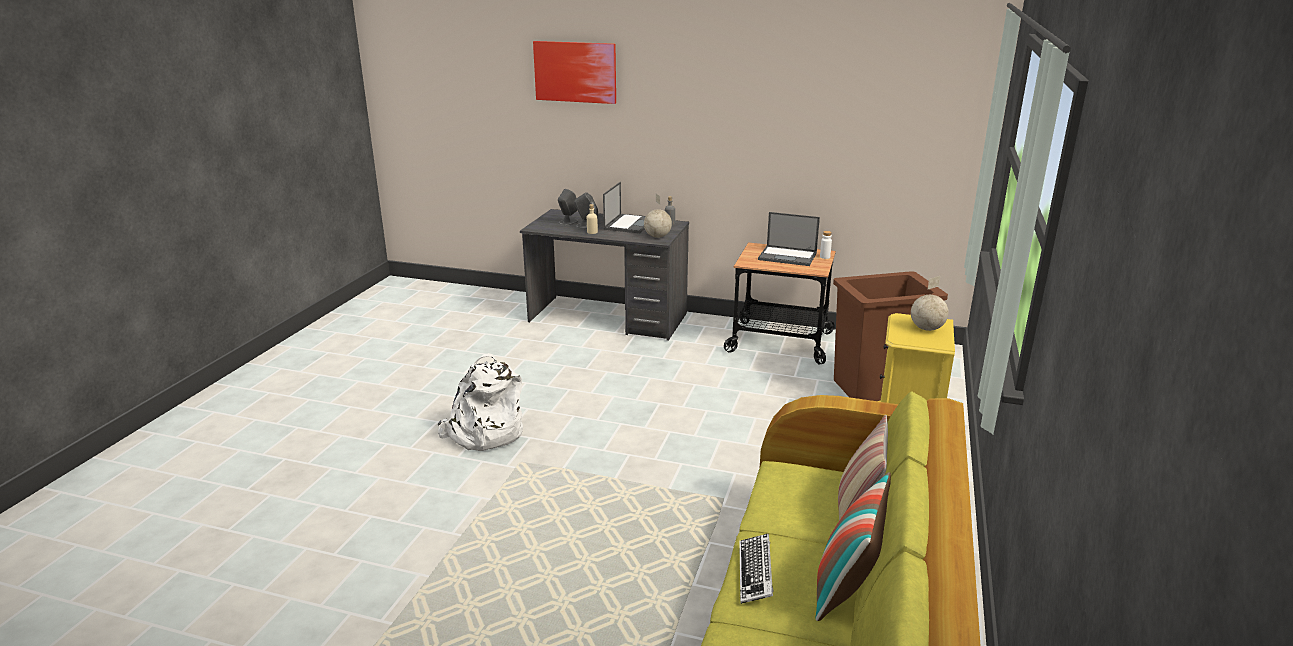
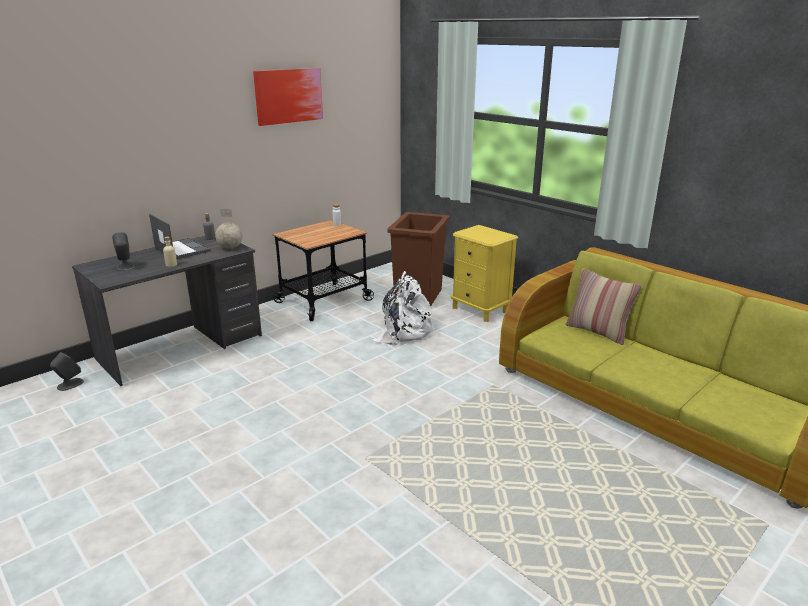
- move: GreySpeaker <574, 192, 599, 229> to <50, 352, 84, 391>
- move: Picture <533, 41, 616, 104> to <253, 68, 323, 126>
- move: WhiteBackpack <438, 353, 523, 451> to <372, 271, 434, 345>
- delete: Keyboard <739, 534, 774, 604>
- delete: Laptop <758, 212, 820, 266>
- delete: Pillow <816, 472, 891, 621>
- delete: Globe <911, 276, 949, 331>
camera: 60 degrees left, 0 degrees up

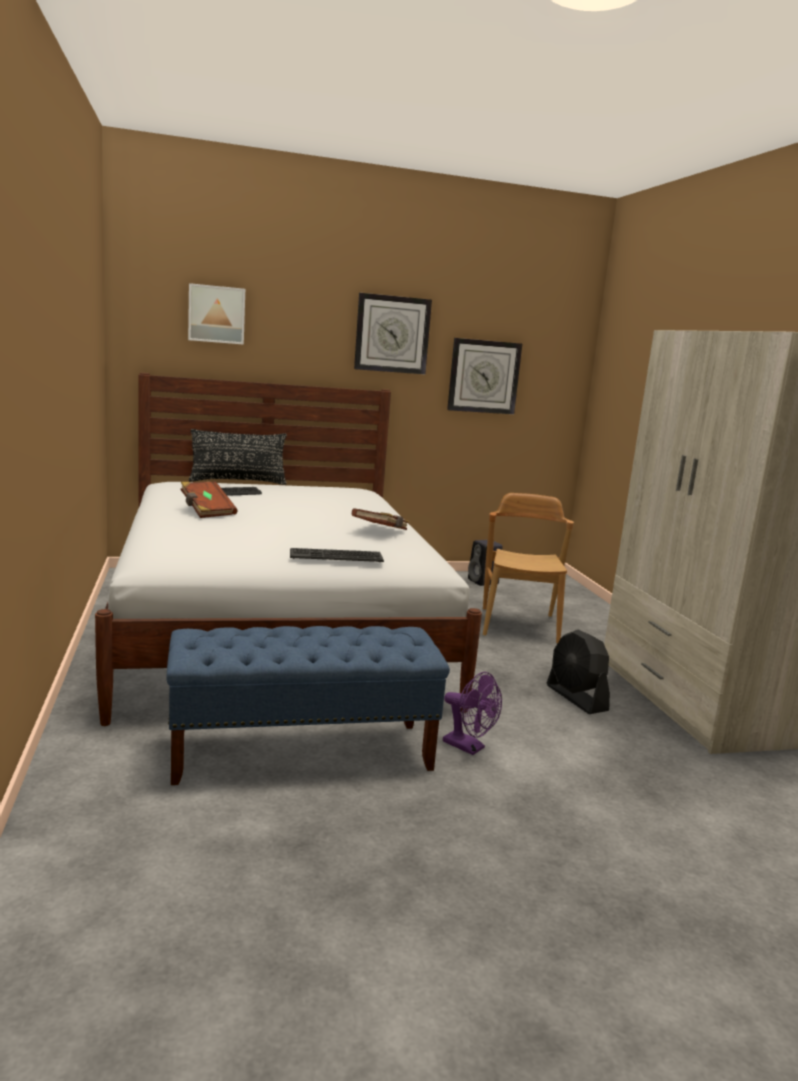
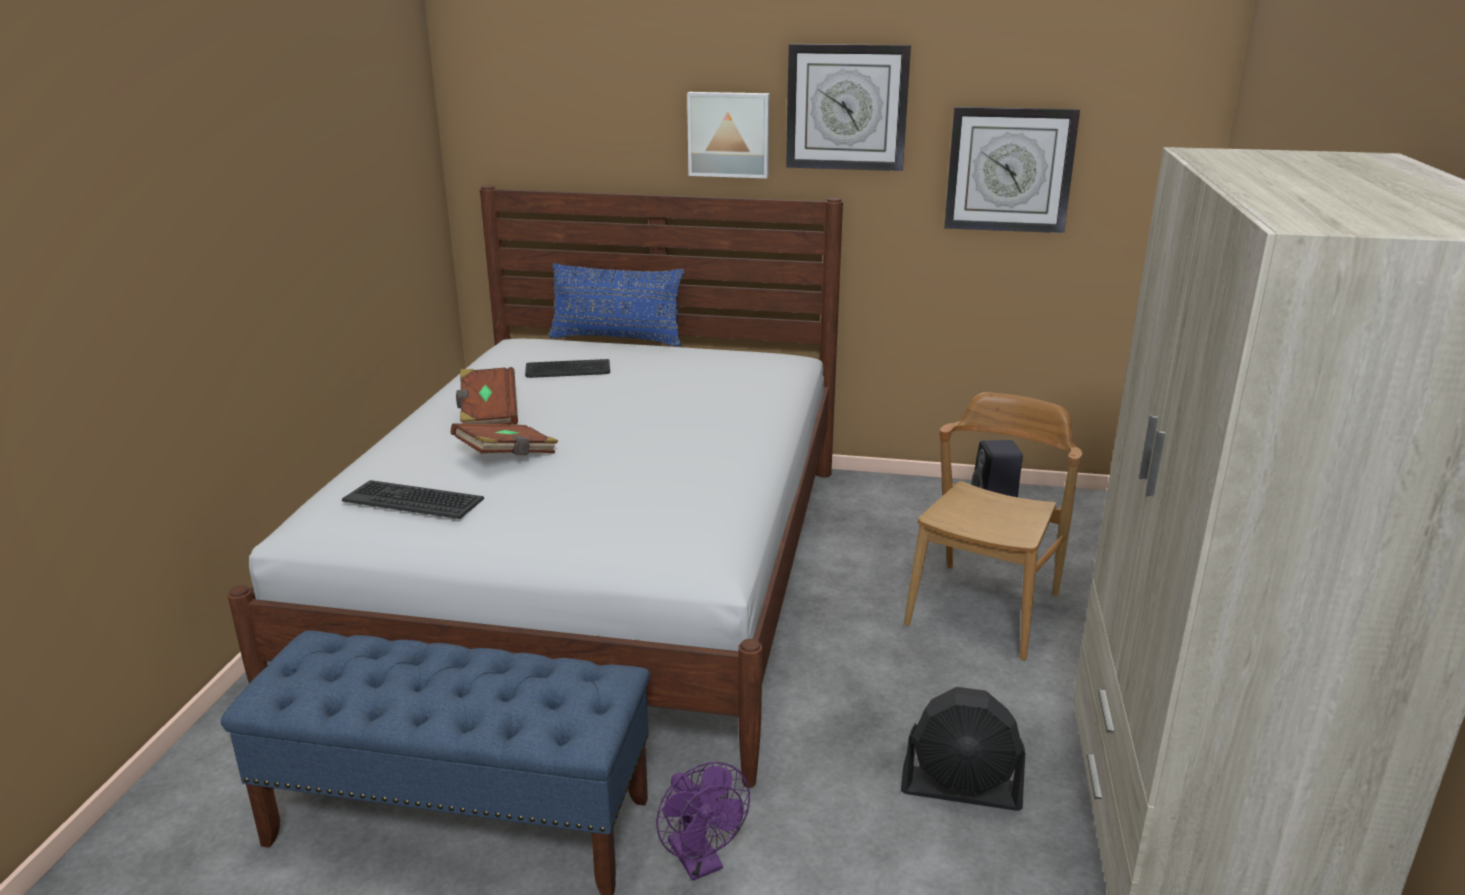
- move: Keyboard <290, 548, 384, 562> to <342, 480, 484, 519>
- move: BrownBook <352, 508, 409, 530> to <451, 423, 558, 455>
- recolor: BlackPillow <189, 429, 287, 485> to BluePillow <548, 263, 684, 346>
- move: Picture <188, 283, 245, 345> to <687, 92, 770, 178>
- rotate: BlackFan <547, 630, 610, 714> = <901, 687, 1026, 811> 75 degrees counterclockwise
camera: 25 degrees right, 10 degrees up

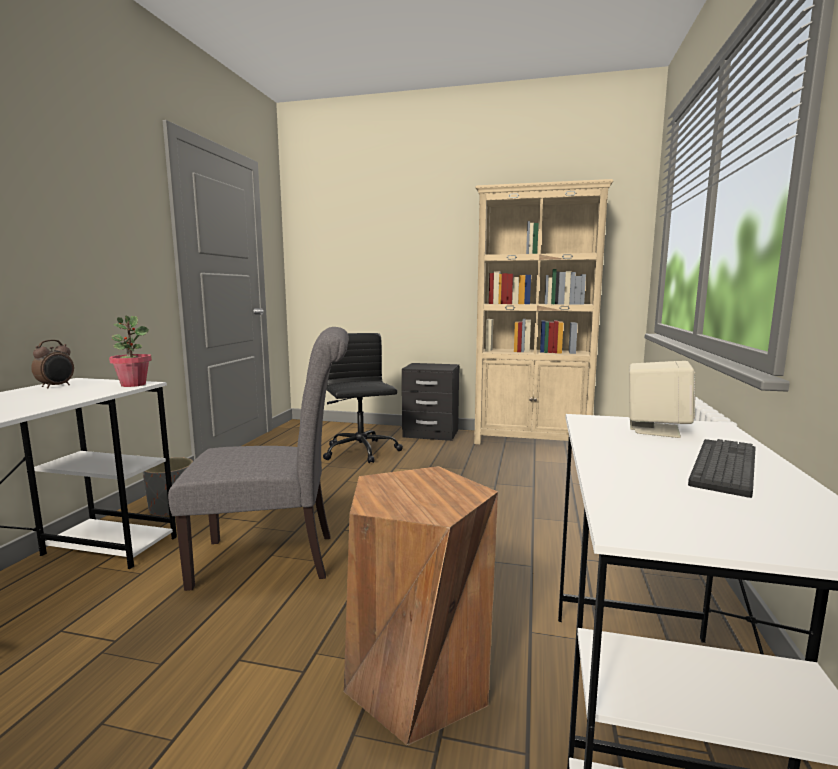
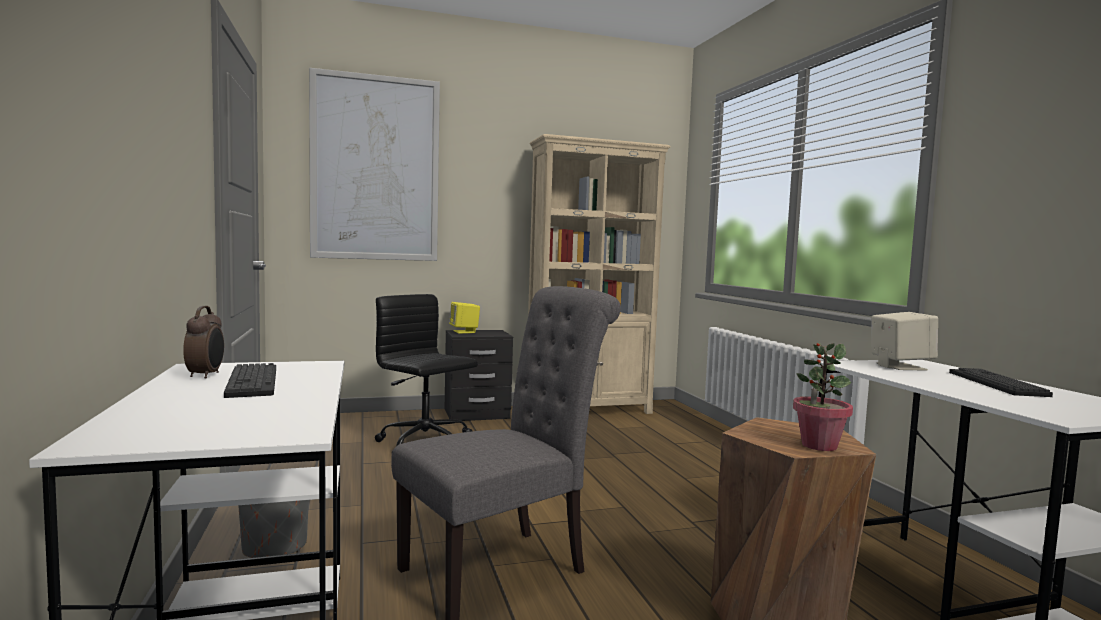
- insert: Keyboard <224, 363, 276, 398>
- insert: Picture <309, 68, 440, 261>
- insert: YellowSpeaker <449, 302, 480, 334>
- move: PottedPlant <109, 316, 152, 387> to <793, 342, 853, 451>
camera: 30 degrees left, 5 degrees down

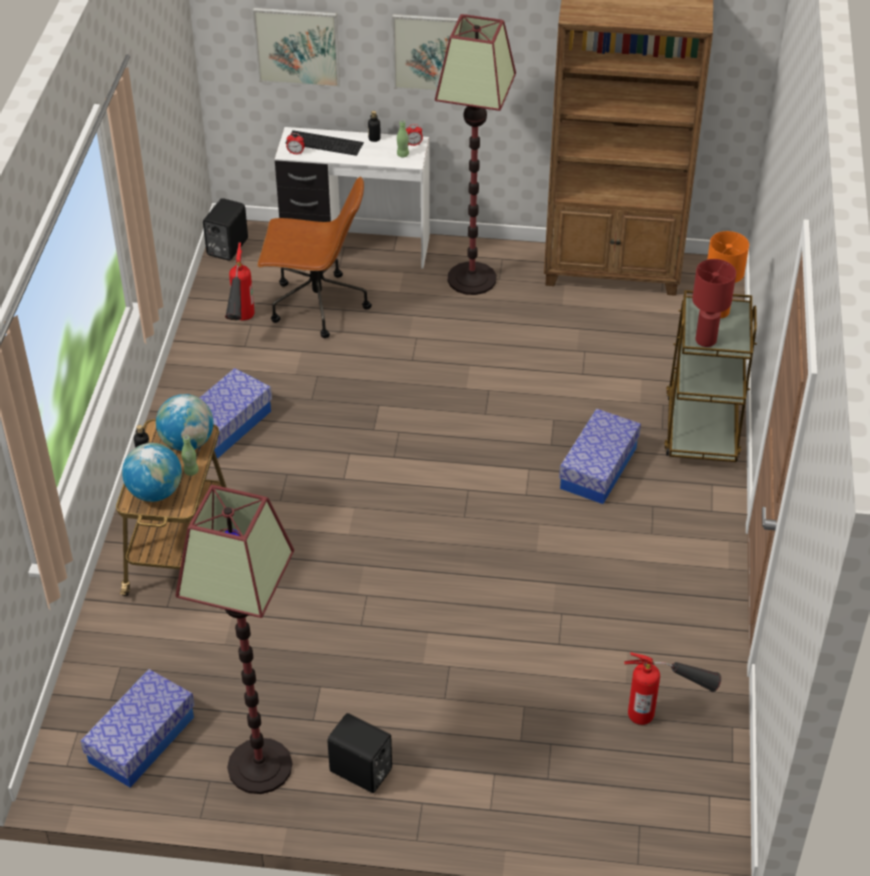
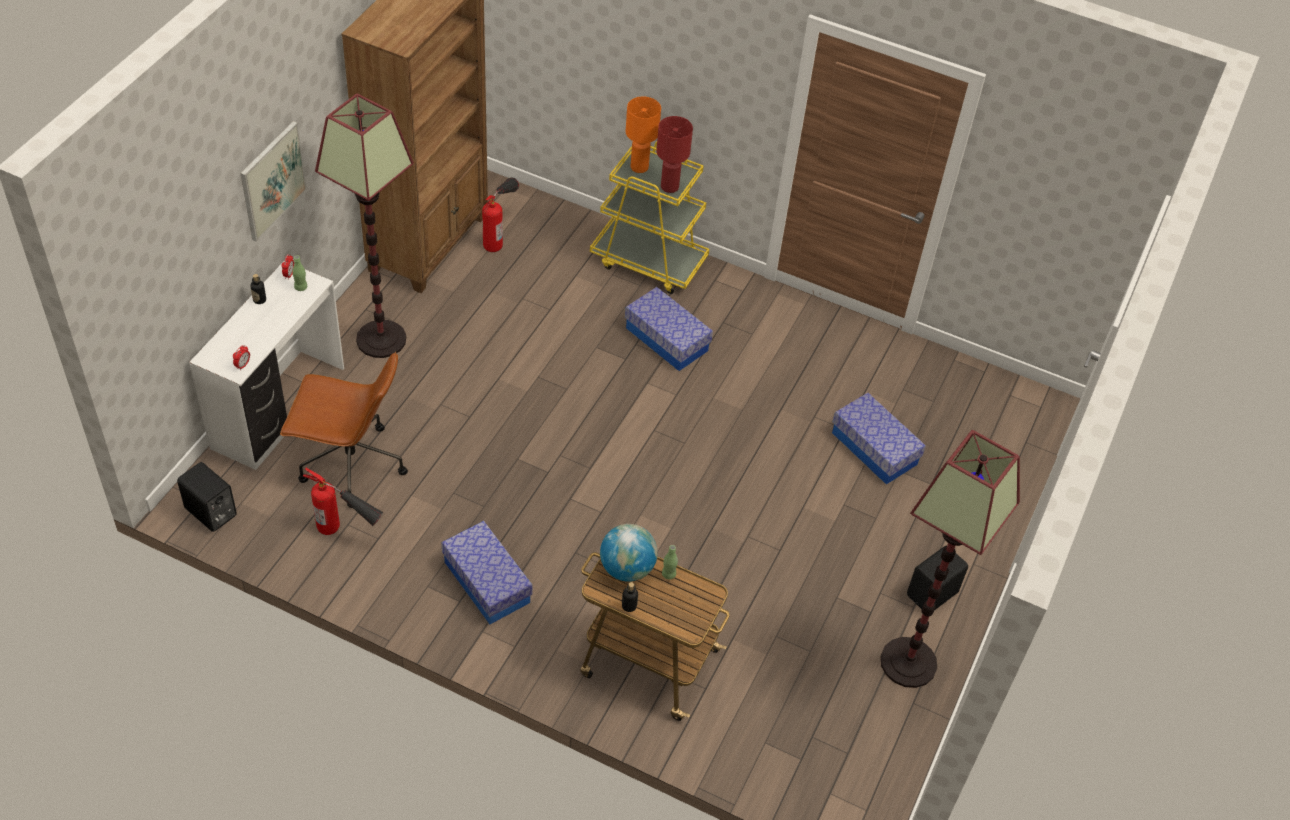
- rotate: BrownOfficeChair <257, 176, 372, 338> = <280, 352, 408, 508> 75 degrees clockwise
- move: FireExtinguisher <624, 652, 721, 725> to <482, 177, 519, 252>
- recolor: BrownCart <664, 290, 757, 462> to YellowCart <590, 142, 709, 294>
- move: StorageBox <80, 669, 195, 788> to <832, 393, 926, 485>
- delete: Globe <122, 443, 182, 502>
- delete: Picture <253, 8, 340, 88>
- delete: Keyboard <285, 130, 364, 156>
camera: 75 degrees left, 5 degrees up

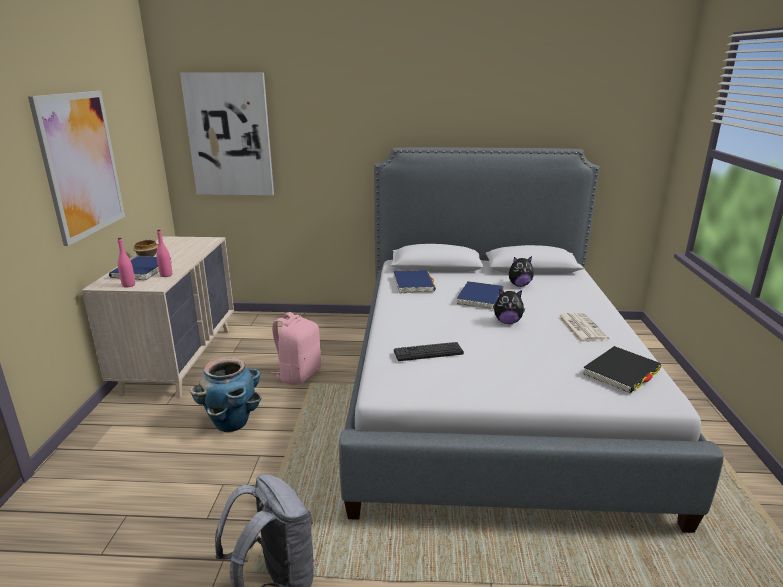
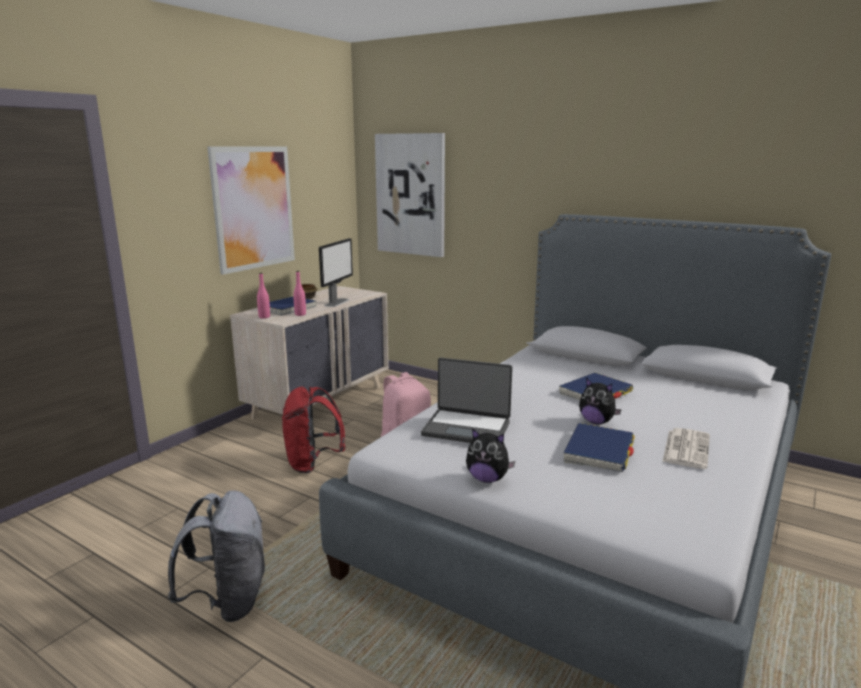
- replace: Planter <190, 357, 262, 432> to RedBackpack <282, 387, 346, 473>
- insert: Monitor <319, 238, 353, 307>
- replace: Keyboard <394, 342, 464, 361> to Laptop <421, 358, 512, 443>
- move: PlushToy <509, 256, 534, 287> to <466, 428, 515, 483>
- move: BlueBook <394, 270, 436, 294> to <563, 423, 635, 472>
- delete: BlackBook <583, 346, 661, 393>
camera: 30 degrees right, 5 degrees down

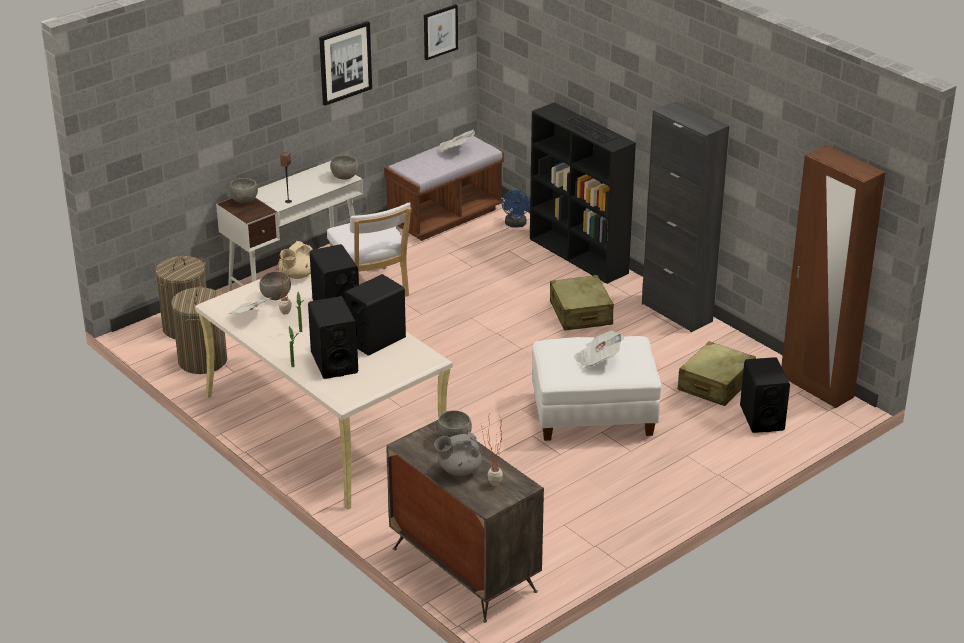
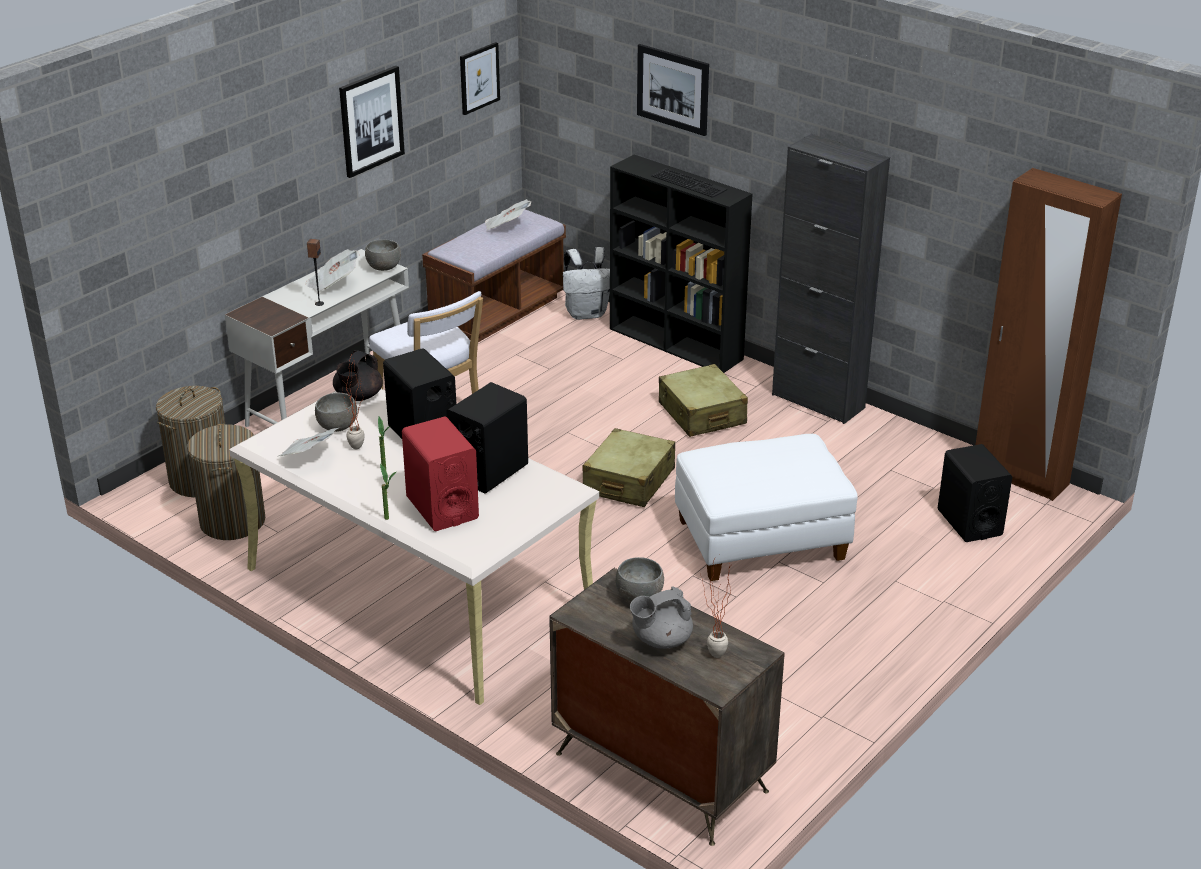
- move: Newspaper <574, 331, 624, 368> to <305, 249, 360, 292>
- recolor: BeigeTeapot <278, 241, 313, 279> to BlackTeapot <333, 350, 383, 401>
- recolor: BlackSpeaker <308, 296, 358, 379> to RedSpeaker <402, 416, 479, 531>
- replace: BlueFan <501, 190, 530, 227> to WhiteBackpack <563, 247, 610, 320>
- move: BeigeSuitcase <678, 341, 756, 406> to <582, 428, 675, 507>
- insert: Picture <637, 44, 709, 136>
- delete: GreyBowl <229, 178, 258, 203>
camera: 10 degrees left, 0 degrees up

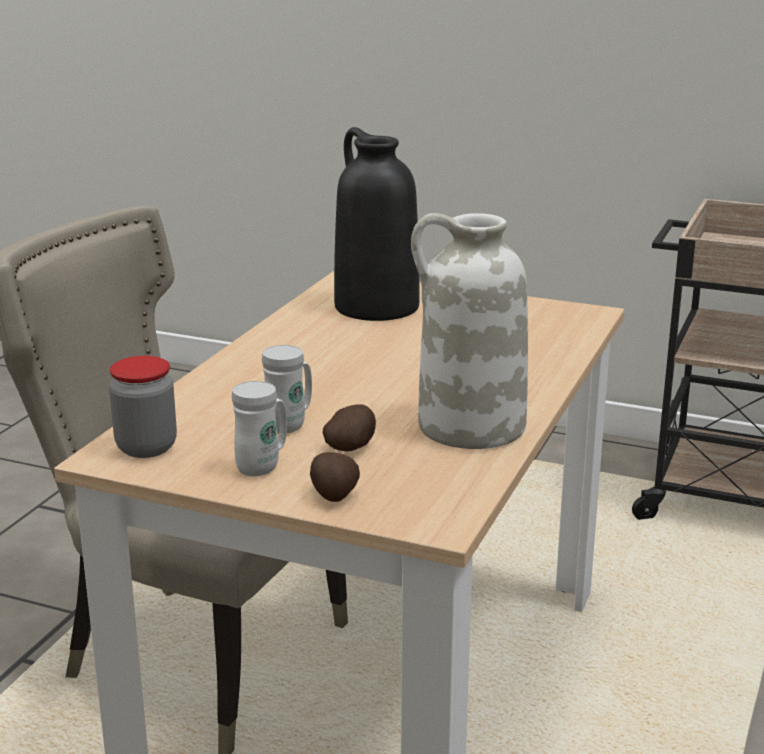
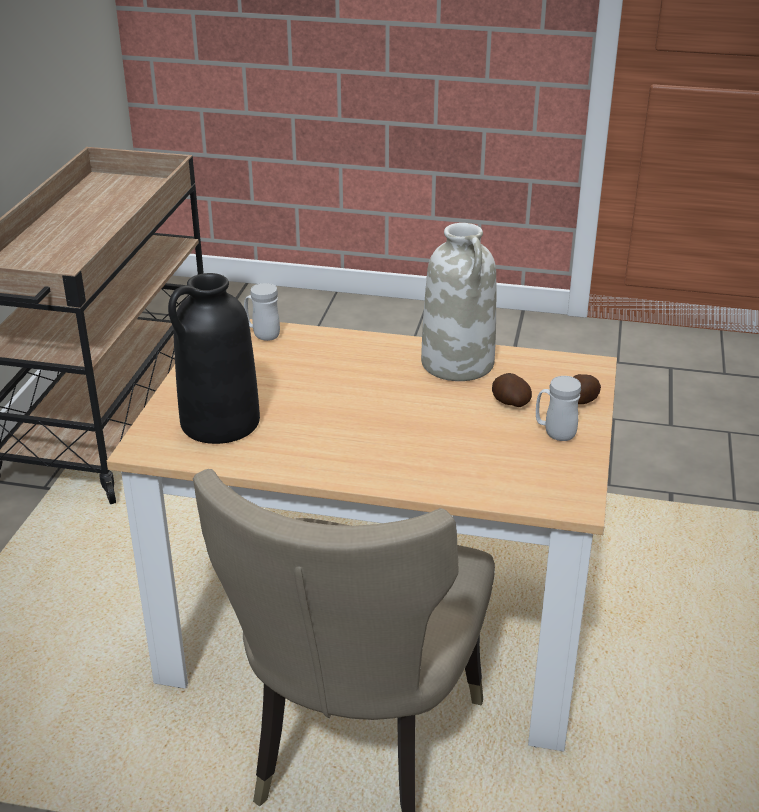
- move: WhiteMug <262, 345, 312, 434> to <244, 283, 280, 341>
- delete: Jar <109, 356, 177, 458>
camera: 100 degrees left, 10 degrees up

